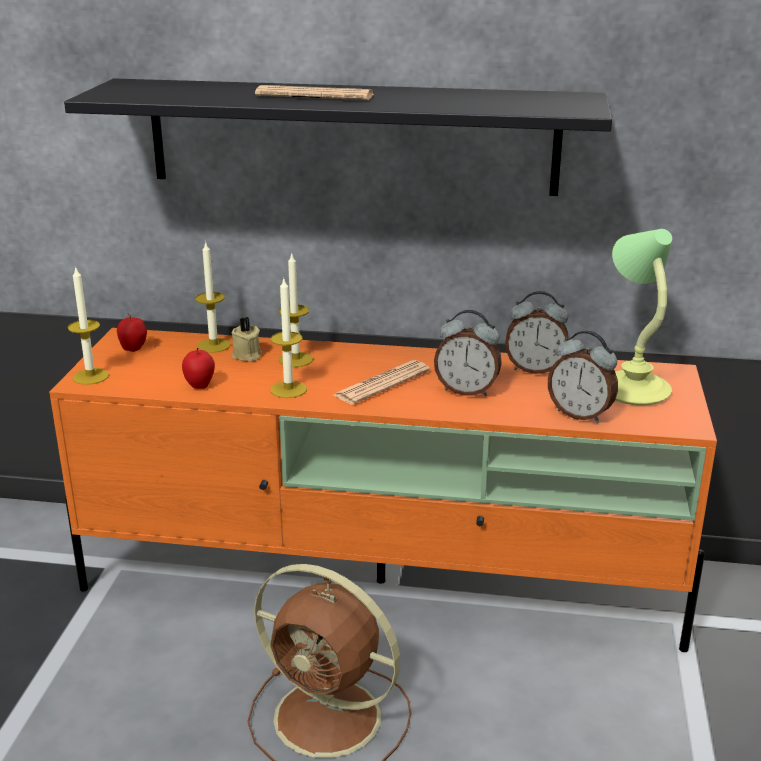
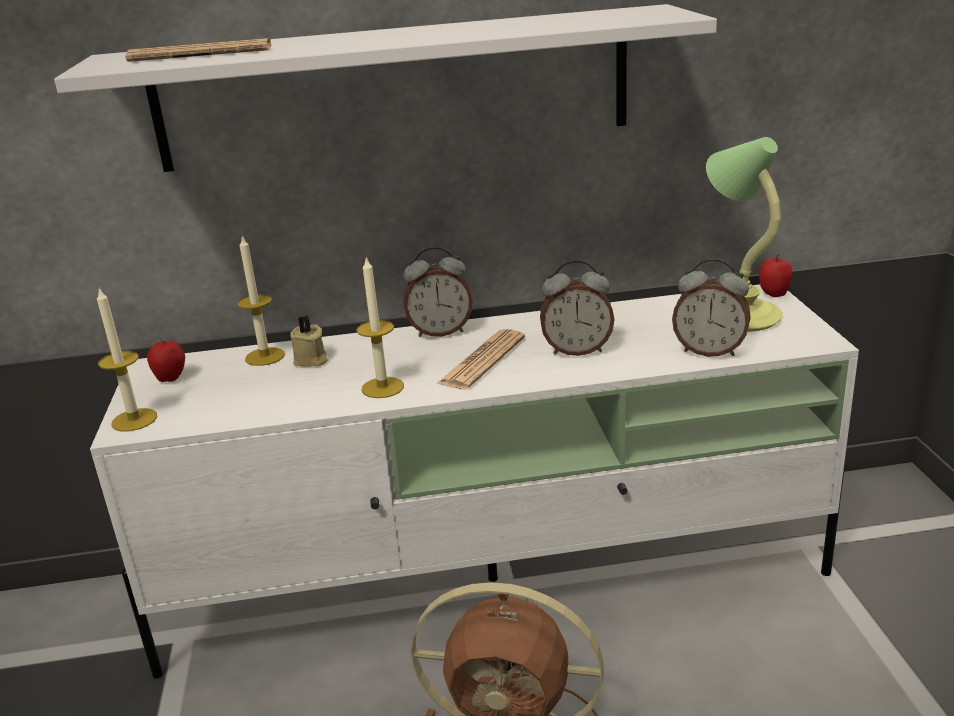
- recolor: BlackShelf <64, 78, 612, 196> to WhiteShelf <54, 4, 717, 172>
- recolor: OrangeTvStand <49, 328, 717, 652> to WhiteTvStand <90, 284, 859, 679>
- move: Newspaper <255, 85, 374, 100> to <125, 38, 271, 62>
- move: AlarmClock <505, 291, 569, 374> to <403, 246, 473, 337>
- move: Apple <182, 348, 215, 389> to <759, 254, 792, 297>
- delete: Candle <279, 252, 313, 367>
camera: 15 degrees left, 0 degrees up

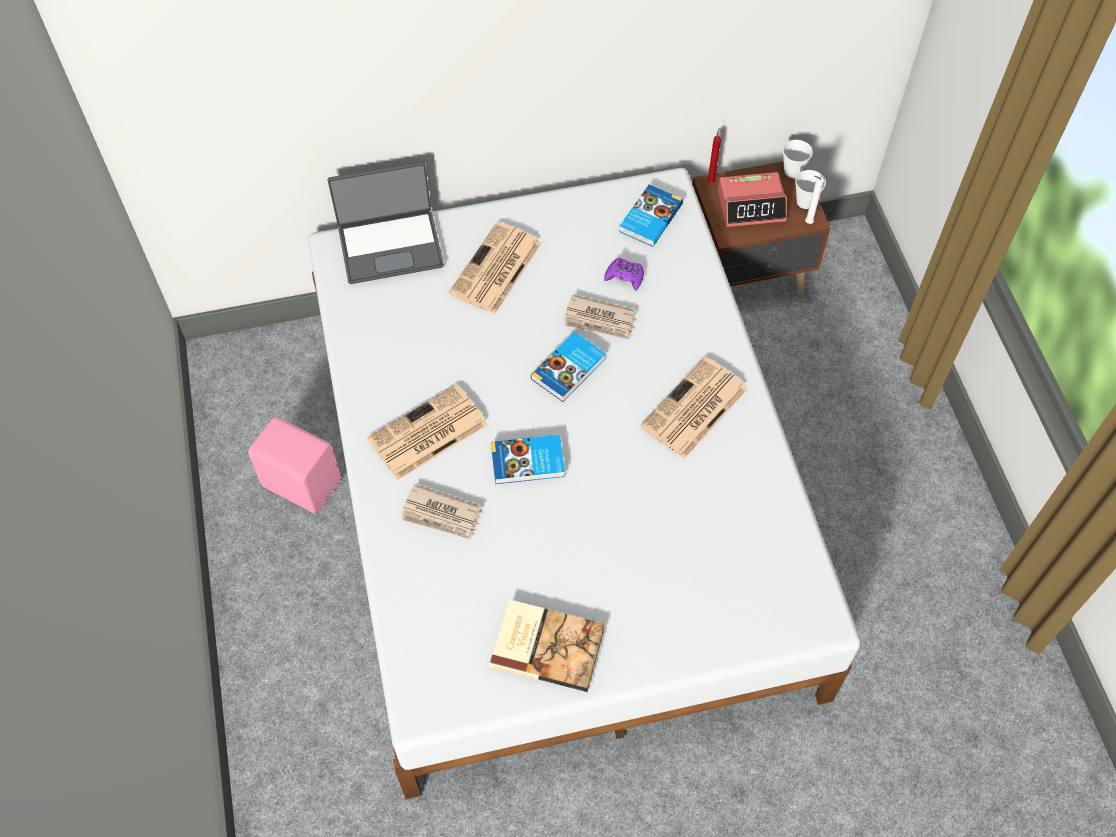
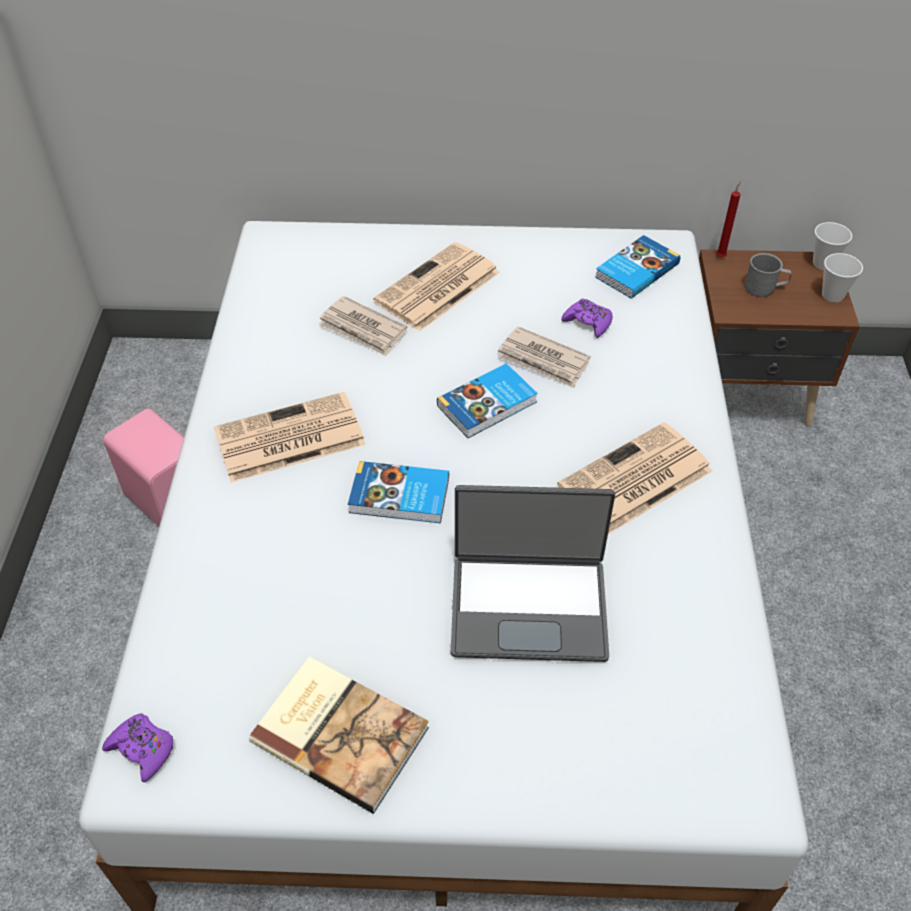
- insert: PurpleGameController <102, 713, 173, 782>
- move: Newspaper <401, 484, 481, 540> to <318, 296, 407, 356>
- move: Laptop <328, 161, 444, 284> to <451, 485, 615, 662>
- replace: AlarmClock <718, 172, 787, 227> to GreyMug <744, 253, 792, 297>
- delete: WhiteCandle <805, 176, 824, 224>
camera: 15 degrees right, 10 degrees down

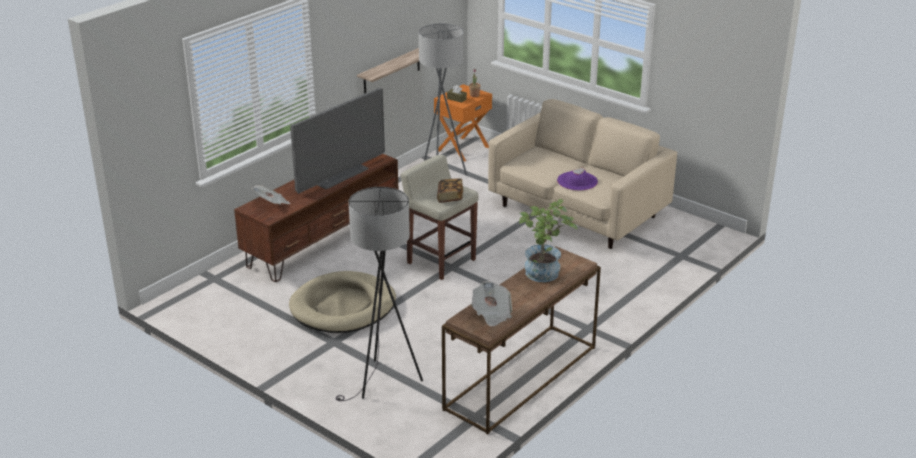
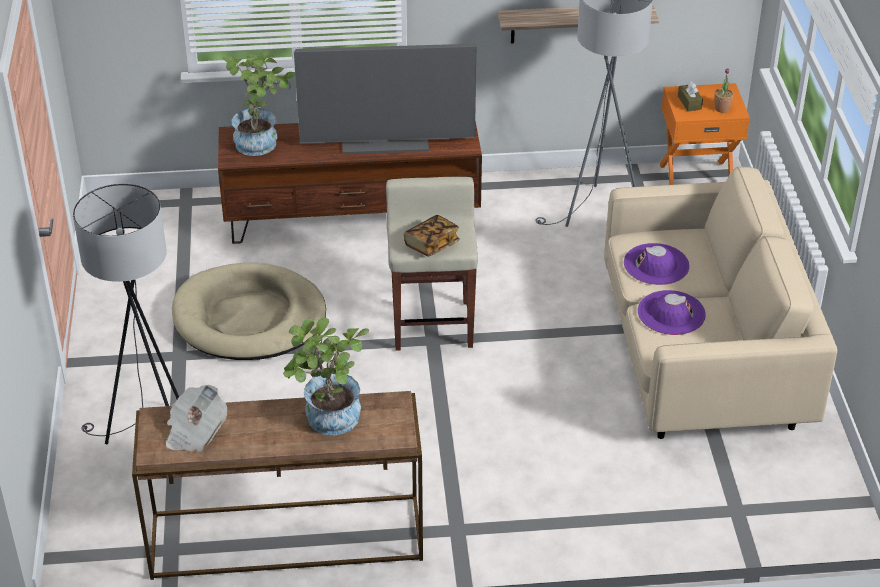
- replace: Newspaper <251, 185, 291, 205> to PottedPlant <223, 52, 295, 156>
- insert: PurpleHat <624, 243, 689, 285>
camera: 45 degrees right, 10 degrees up

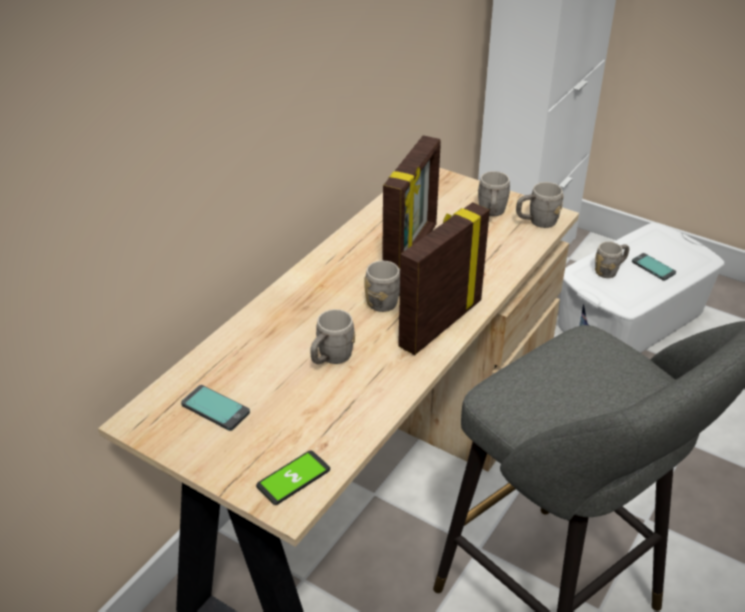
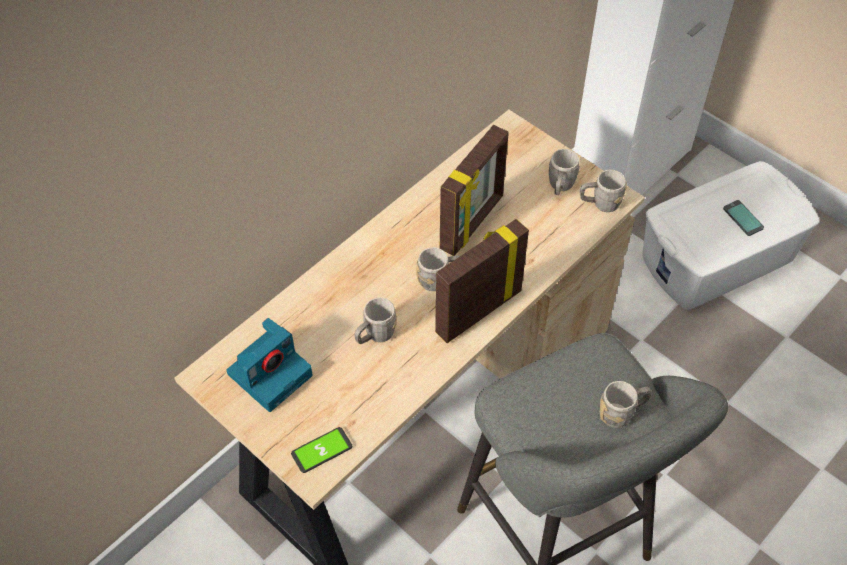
- replace: Phone <181, 385, 250, 431> to PhotoCamera <226, 318, 312, 412>
- move: GreyMug <595, 242, 629, 278> to <599, 381, 652, 428>
camera: 10 degrees right, 15 degrees up

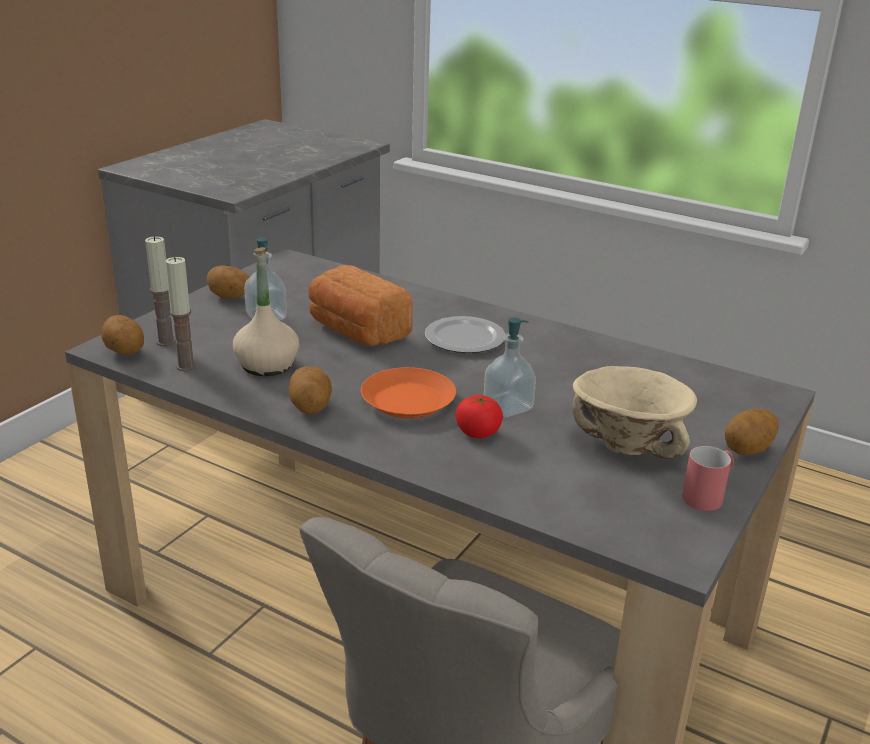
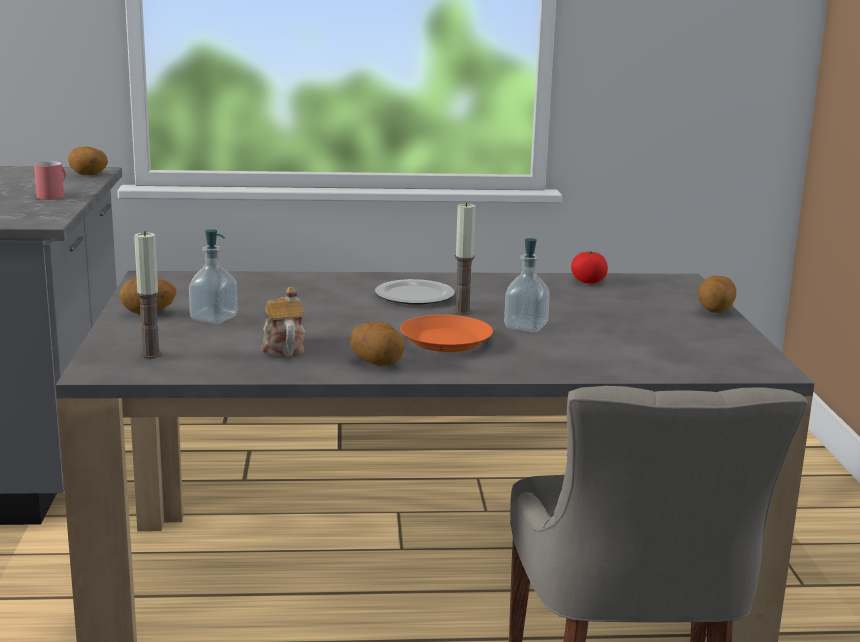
- move: RedMug <682, 446, 734, 511> to <34, 161, 66, 200>
- move: Potato <102, 315, 144, 355> to <68, 147, 108, 175>
- replace: BeigeBottle <233, 247, 299, 376> to Teapot <261, 286, 305, 357>
- move: Candle <165, 256, 196, 371> to <453, 202, 476, 315>
- move: Tomato <456, 395, 503, 439> to <571, 251, 608, 284>
- delete: Bread <309, 265, 413, 346>
- delete: BeigeBowl <572, 366, 697, 459>
camera: 35 degrees left, 10 degrees down

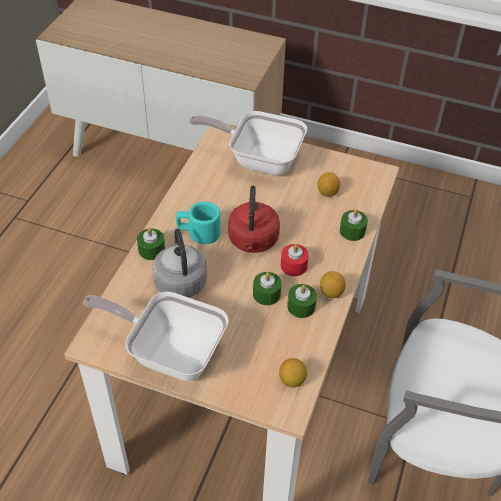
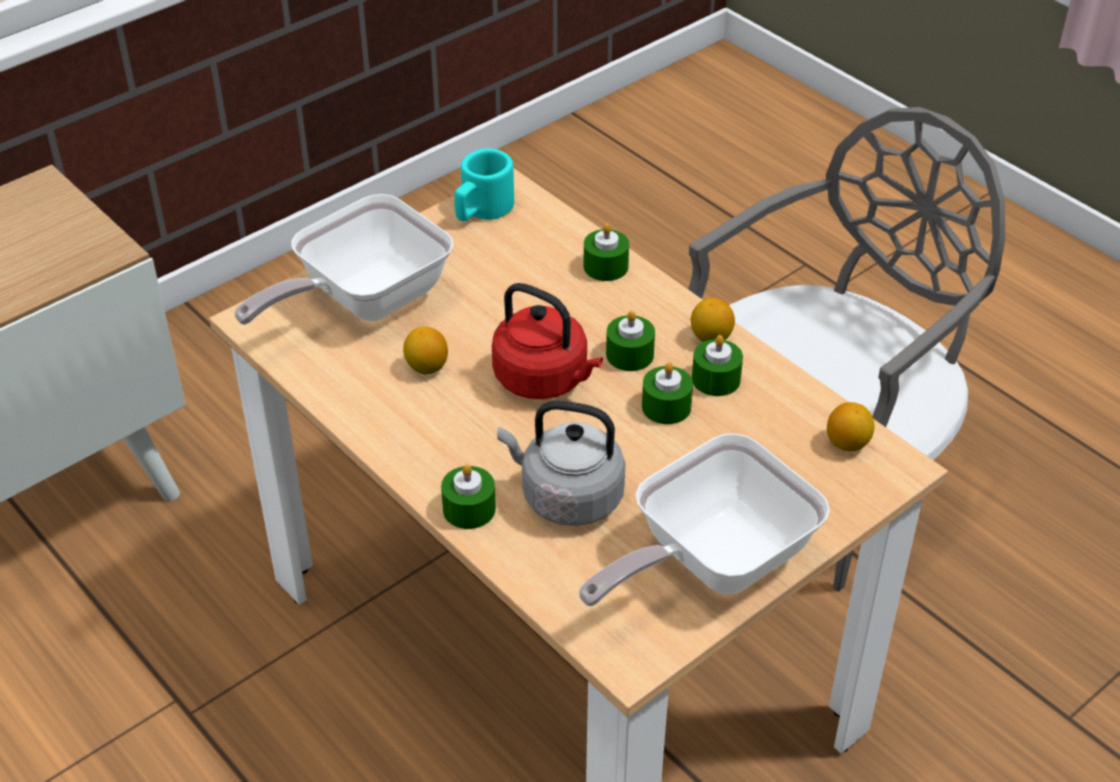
- move: Lemon <317, 172, 340, 197> to <403, 327, 448, 375>
- move: TurquoiseMug <176, 202, 221, 244> to <454, 148, 514, 221>
- recolor: RedCandle <281, 244, 309, 276> to GreenCandle <606, 311, 655, 371>
camera: 60 degrees left, 5 degrees down

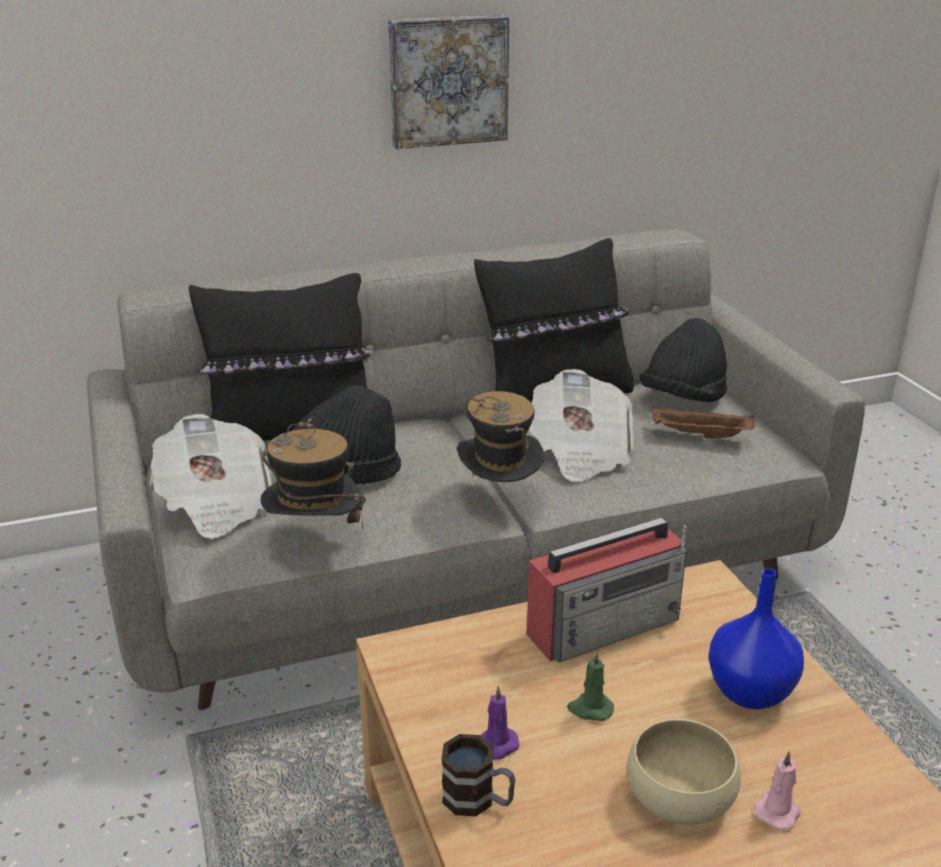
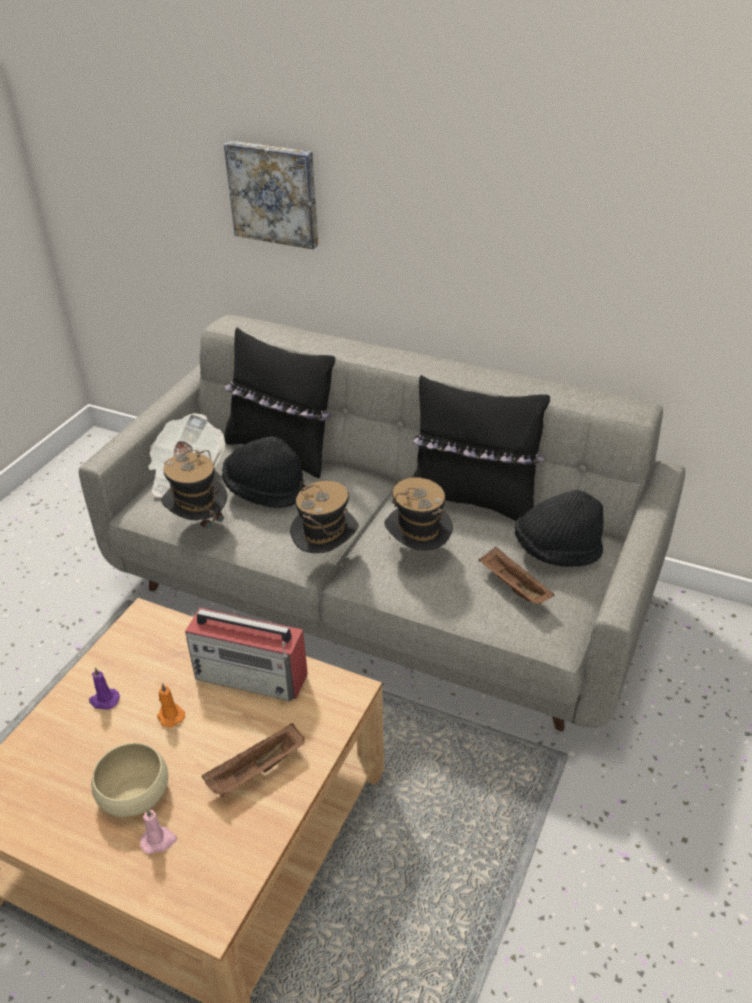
- recolor: GreenCandle <567, 650, 614, 721> to OrangeCandle <157, 683, 185, 727>
- replace: BlueVase <708, 568, 804, 709> to BrownTray <202, 723, 305, 798>
- move: Picture <388, 15, 509, 149> to <224, 141, 318, 249>
- replace: Newspaper <528, 369, 634, 482> to Hat <384, 478, 453, 550>
- delete: Mug <442, 734, 515, 816>
camera: 45 degrees right, 10 degrees up

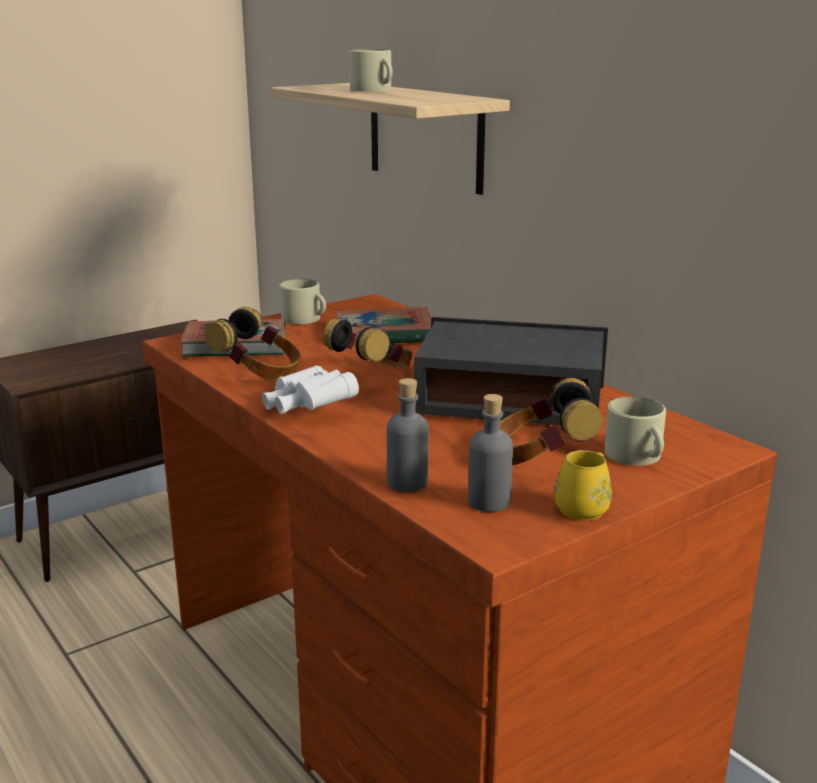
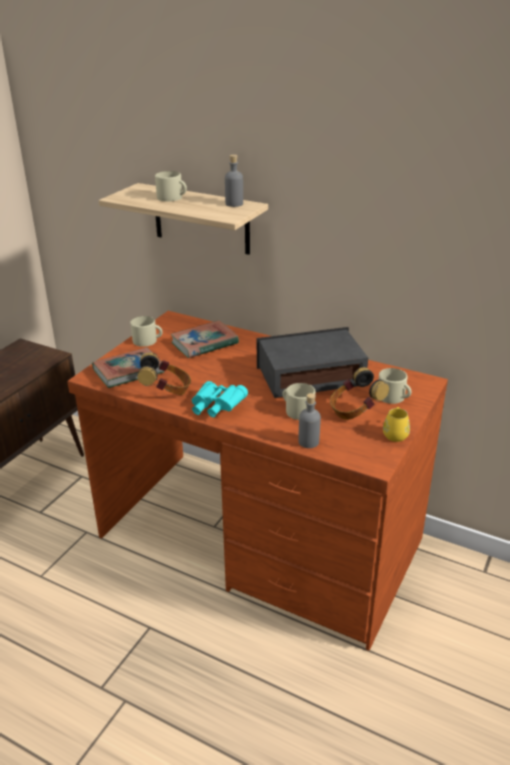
- recolor: WhiteBinoculars <262, 366, 359, 415> to TurquoiseBinoculars <192, 381, 248, 417>
- move: GreyBottle <468, 394, 513, 512> to <225, 154, 243, 207>
- insert: BeigeMug <282, 383, 315, 420>
- delete: Headphones <323, 318, 414, 369>
camera: 25 degrees left, 10 degrees up

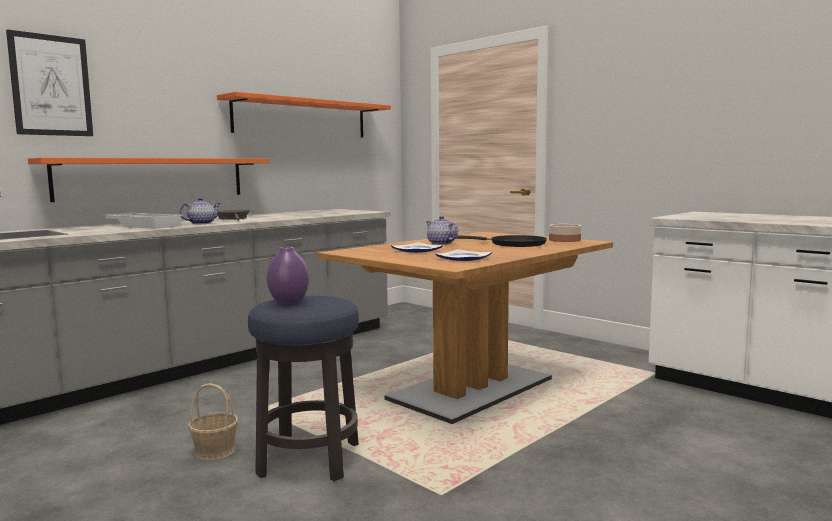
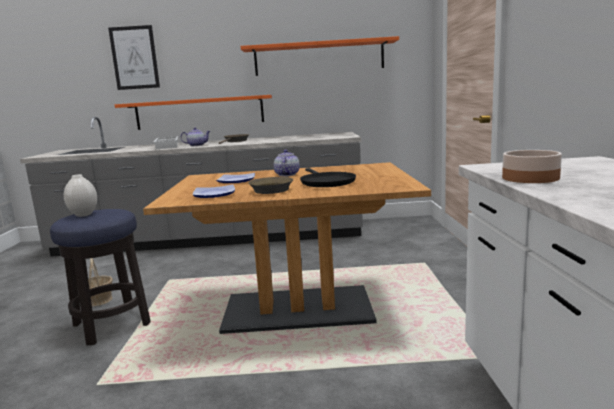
- recolor: PurpleVase <266, 247, 309, 306> to WhiteVase <64, 174, 97, 217>
- insert: BrownFryingPan <248, 176, 293, 194>
- move: Bowl <549, 224, 581, 242> to <502, 150, 562, 183>
camera: 45 degrees right, 5 degrees up

